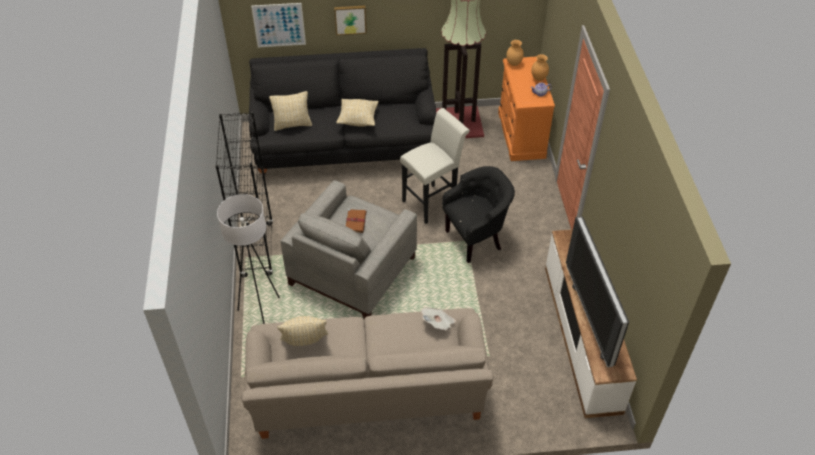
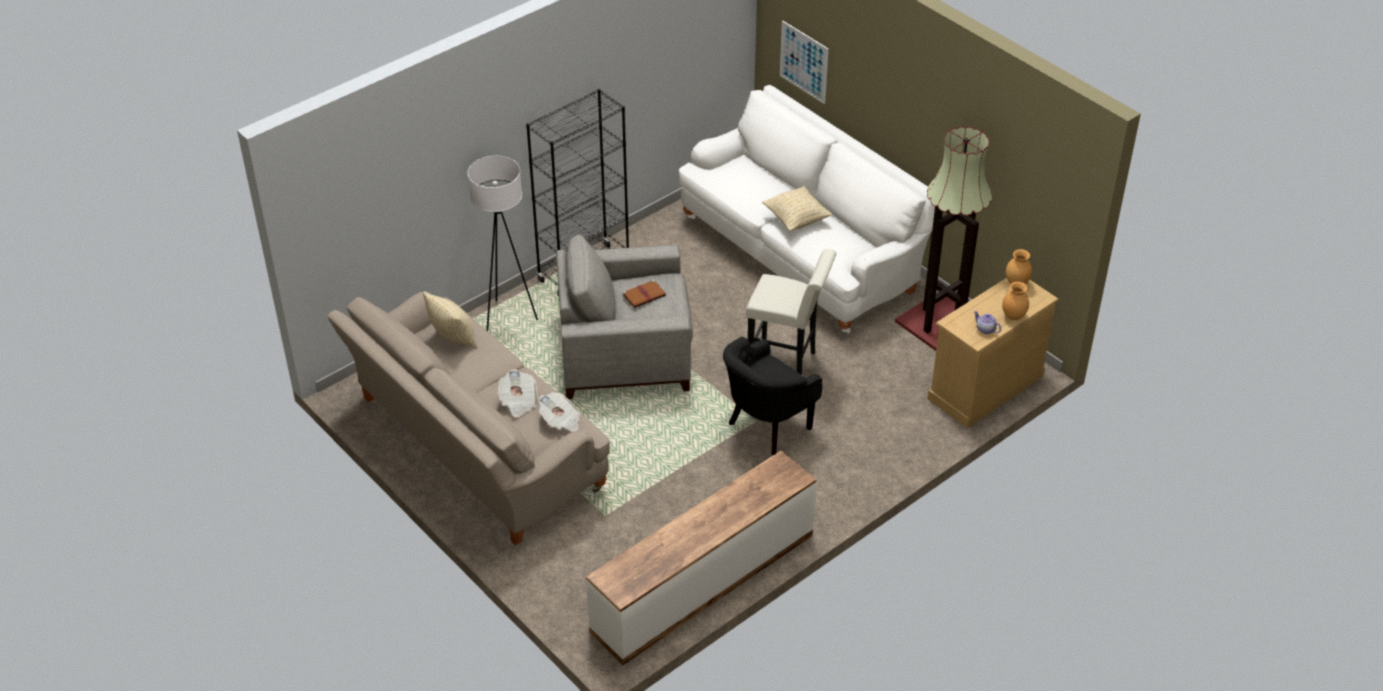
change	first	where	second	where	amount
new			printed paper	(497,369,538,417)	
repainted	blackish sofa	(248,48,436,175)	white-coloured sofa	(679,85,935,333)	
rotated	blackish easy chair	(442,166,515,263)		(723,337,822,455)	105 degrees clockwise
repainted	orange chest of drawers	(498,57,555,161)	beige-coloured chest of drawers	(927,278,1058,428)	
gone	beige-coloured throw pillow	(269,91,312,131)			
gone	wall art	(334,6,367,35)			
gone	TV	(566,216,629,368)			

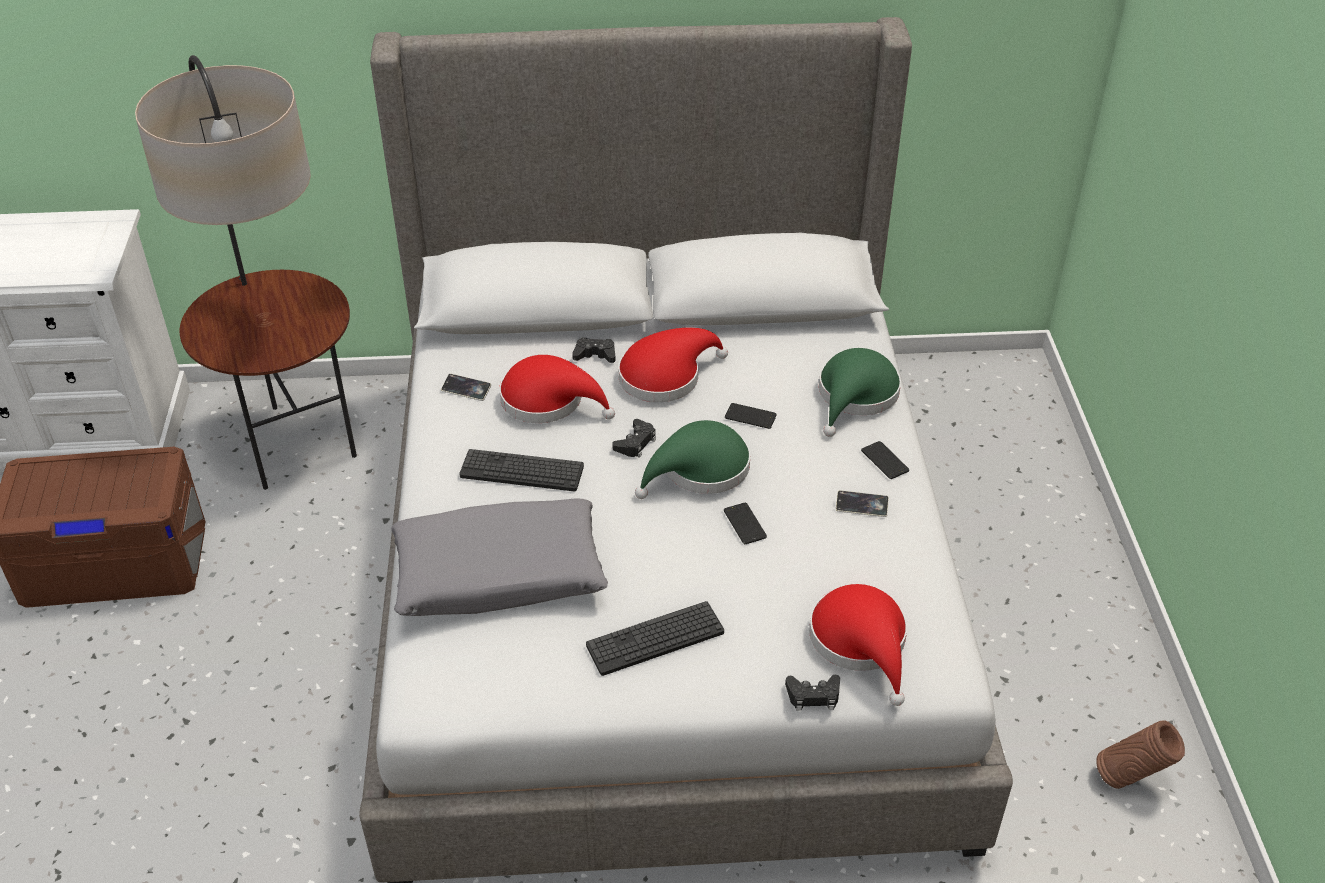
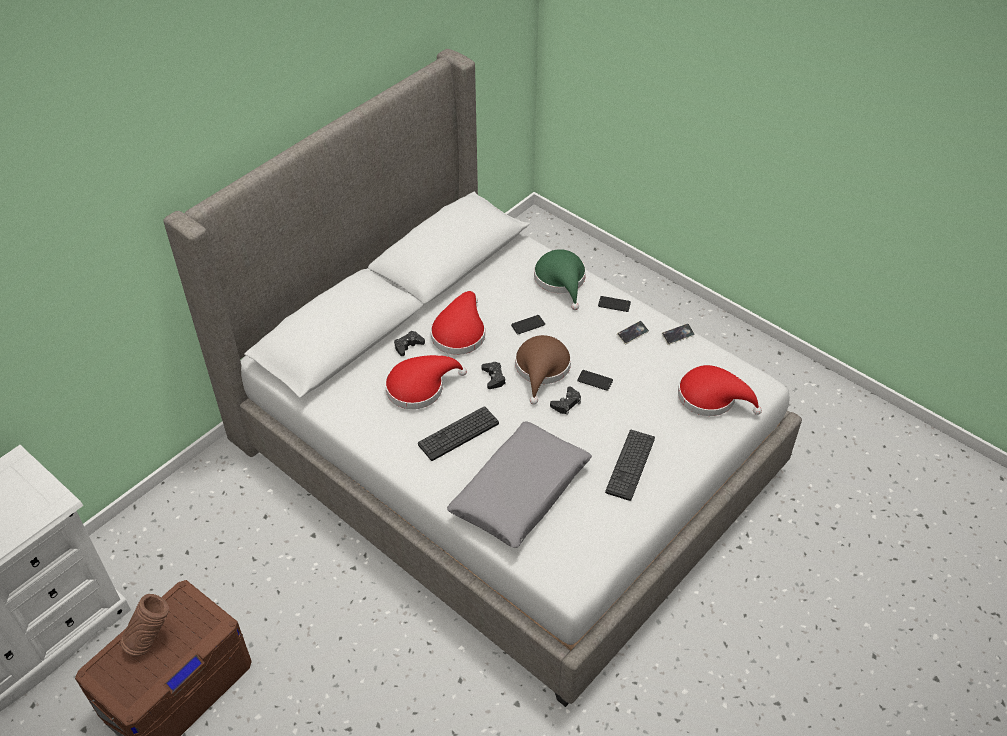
change	first	where	second	where	amount
shifted	brown decorative vase	(1096,720,1185,789)		(120,594,169,657)	
repainted	green-coloured clothing hat	(635,420,751,499)	brown clothing hat	(515,335,571,405)	
shifted	blackish gamepad	(785,675,840,711)		(550,387,581,415)	
shifted	phone	(441,374,491,401)		(662,323,695,345)	
gone	standing lamp	(135,55,357,490)			

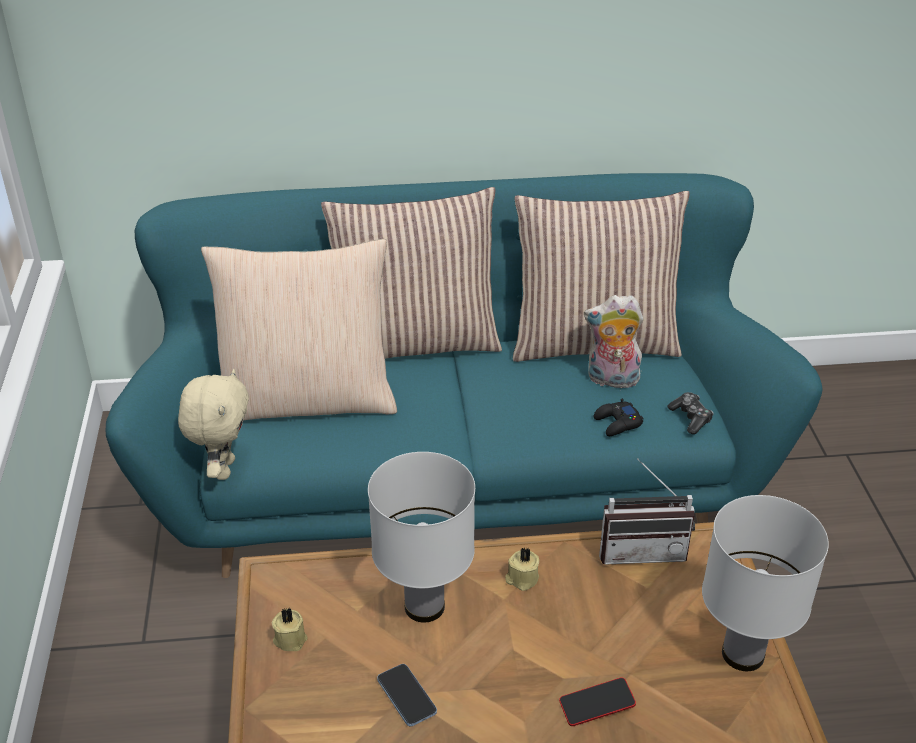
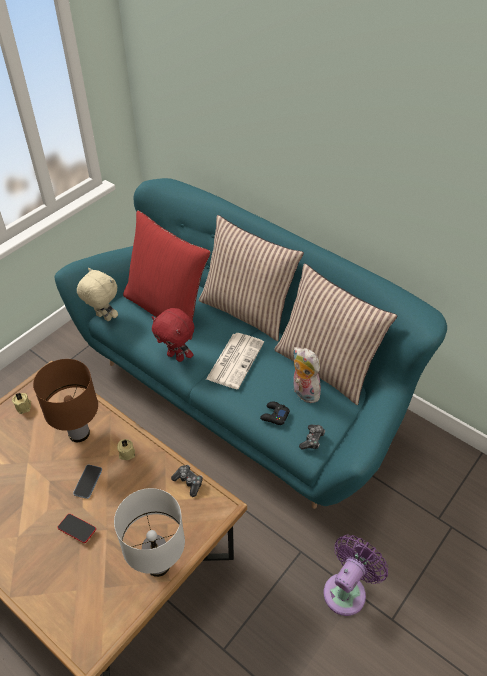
change	first	where	second	where	amount
repainted	white-coloured table lamp	(368,452,475,623)	brown table lamp	(33,359,98,442)	
shifted	phone	(377,664,437,727)		(73,465,102,499)	
rotated	beige-coloured soft toy	(178,369,249,480)		(77,268,118,322)	105 degrees counterclockwise
repainted	beige-coloured throw pillow	(201,239,397,420)	red-coloured throw pillow	(123,210,211,340)	
new			red-coloured soft toy	(152,308,195,362)	
swapped	radio receiver	(599,458,695,565)	gamepad	(171,465,203,497)	
new			printed paper	(206,333,264,389)	
new			purplish electric fan	(324,535,388,616)	

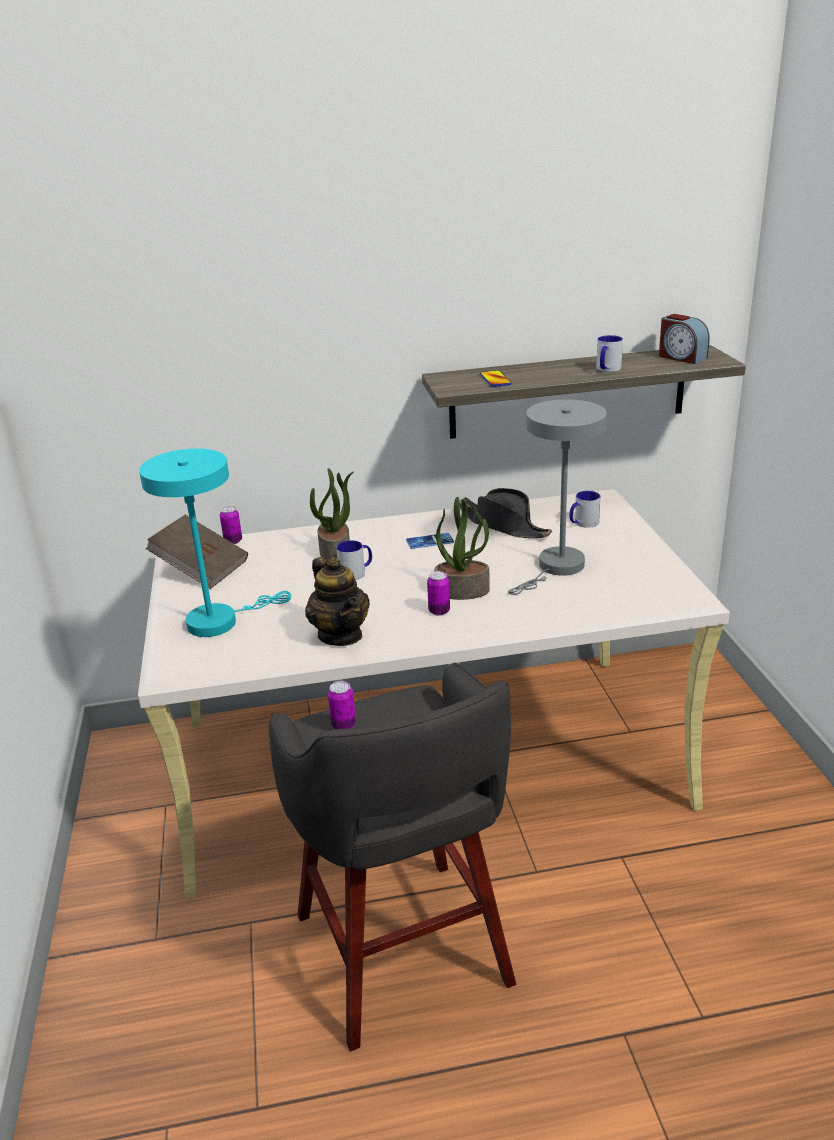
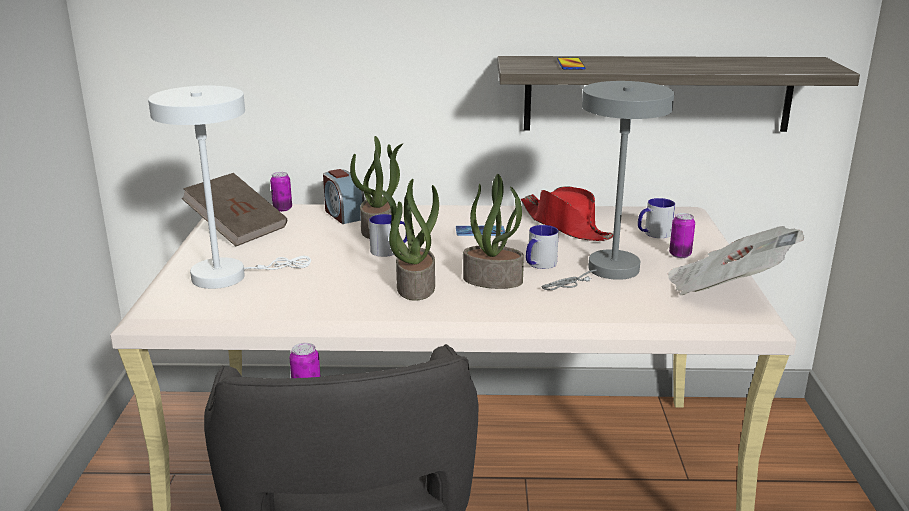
change	first	where	second	where	amount
repainted	turquoise-coloured table lamp	(139,448,292,637)	white-coloured table lamp	(148,86,311,289)	
shifted	table clock	(659,314,710,364)		(323,169,365,224)	
new			plant in a pot	(381,179,439,301)	
repainted	blackish clothing hat	(459,488,552,538)	red-coloured clothing hat	(521,186,613,241)	
shifted	mug	(596,335,623,372)		(526,225,559,269)	
new			printed paper	(668,226,804,295)	
shifted	sealed can	(427,571,450,616)		(669,213,695,258)	
gone	tea pot	(305,557,370,646)			

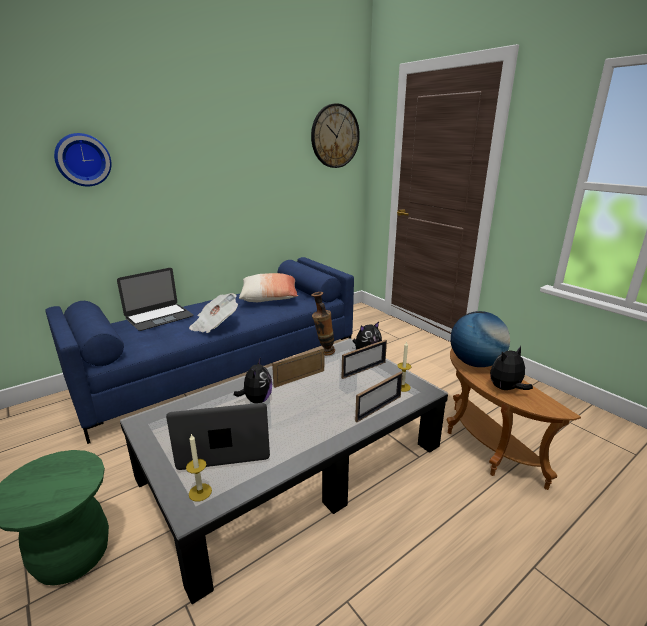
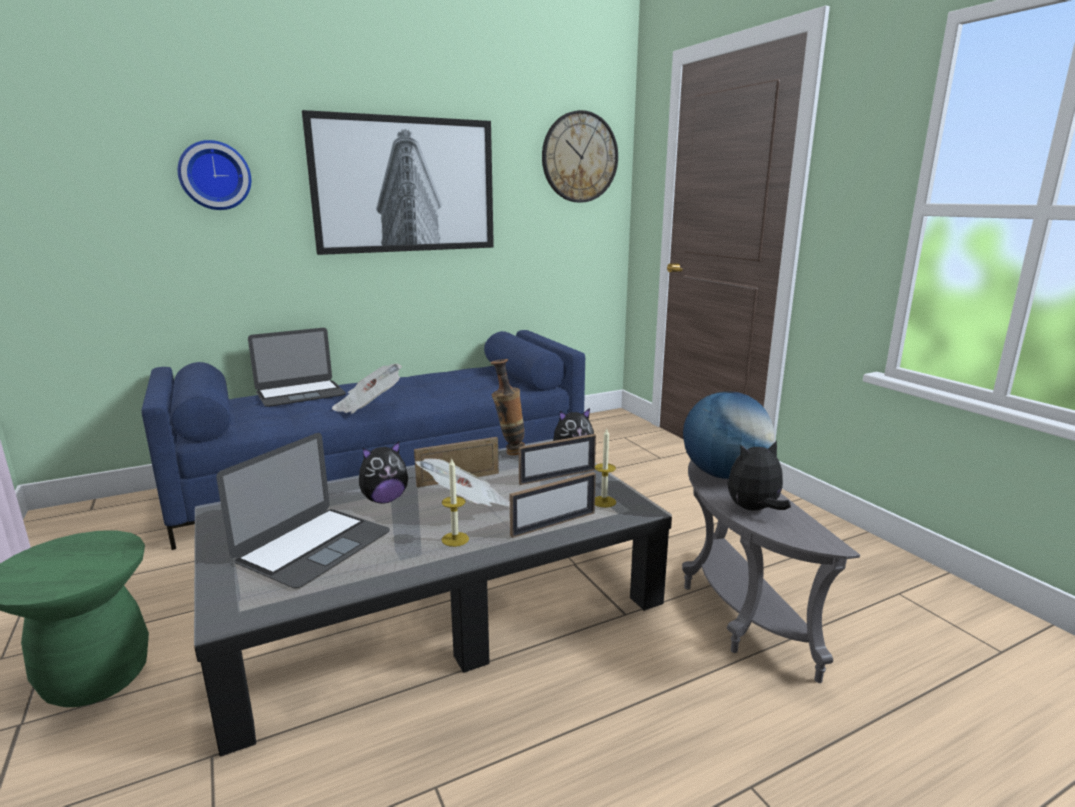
change	first	where	second	where	amount
rotated	notebook computer	(166,403,270,470)		(216,433,390,589)	120 degrees clockwise
new			wall art	(302,110,494,255)	
rotated	soft toy	(234,357,272,403)		(359,441,408,503)	45 degrees clockwise
new			printed paper	(415,458,510,507)	
shifted	wax candle	(186,433,212,502)		(442,458,469,547)	
repainted	brown side table	(446,348,581,490)	gray side table	(682,460,860,683)	
gone	throw pillow	(239,273,298,302)			

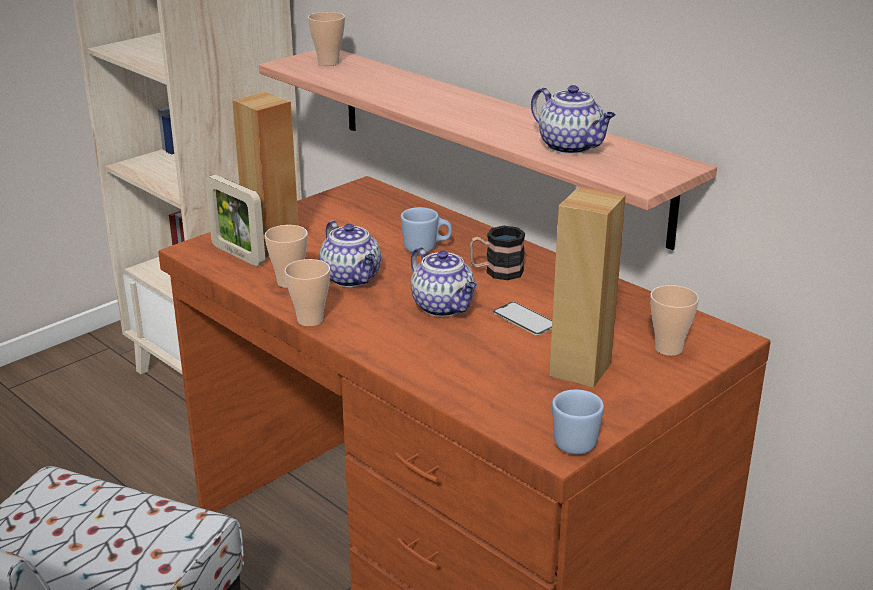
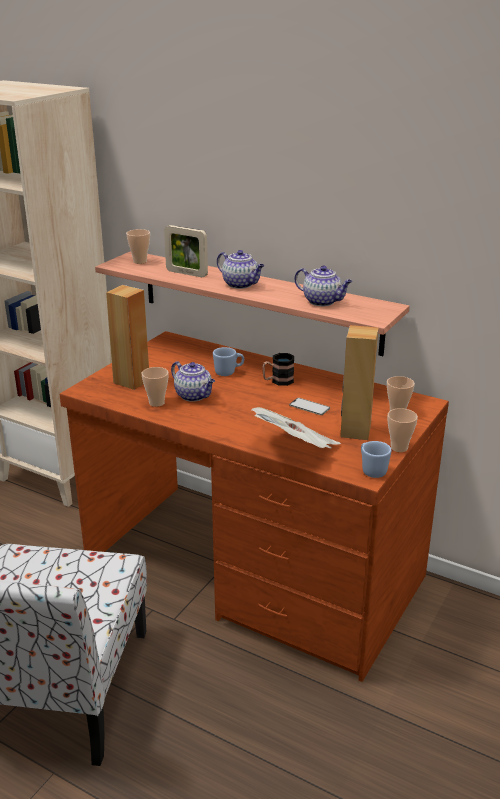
change	first	where	second	where	amount
shifted	picture frame	(205,174,265,266)		(164,225,208,277)	
shifted	tea pot	(411,247,477,317)		(217,250,265,289)	
new			printed paper	(251,407,341,449)	
shifted	cup	(284,259,330,326)		(388,408,418,452)	

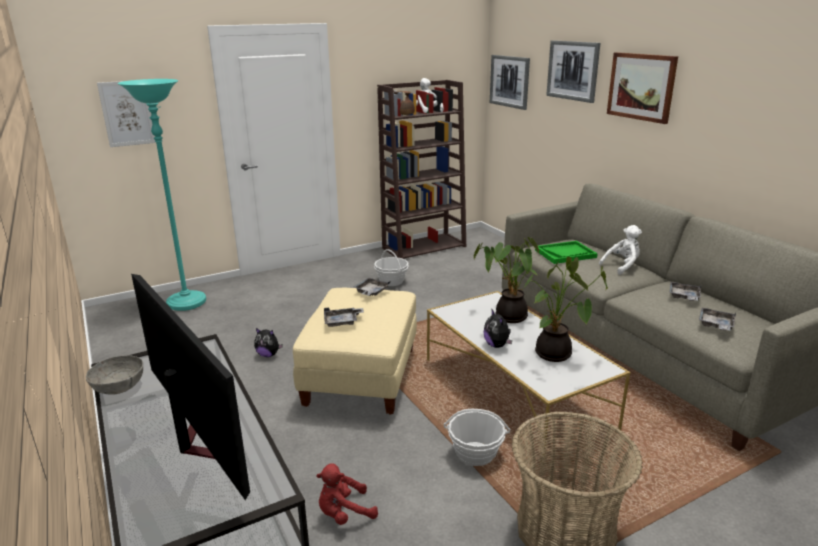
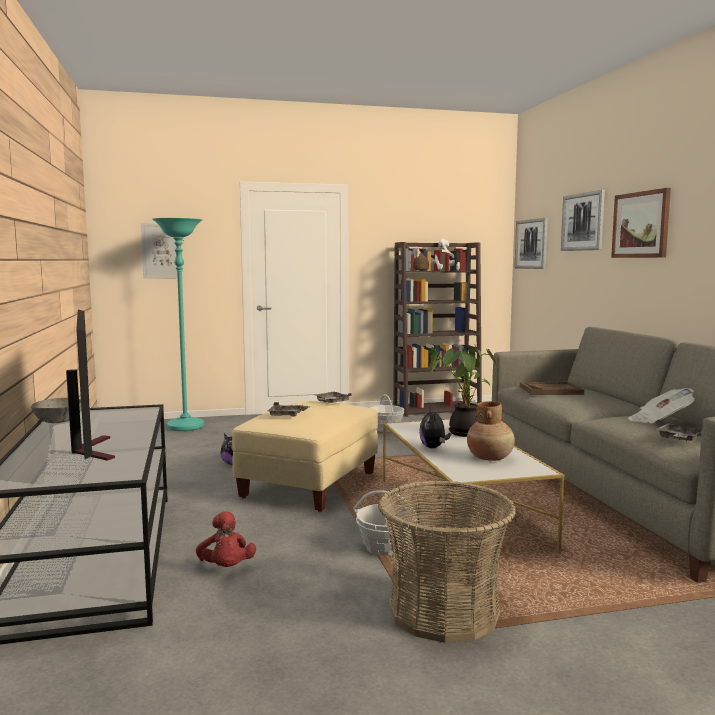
change	first	where	second	where	amount
rotated	red-coloured soft toy	(316,464,378,525)		(196,512,256,567)	105 degrees counterclockwise
swapped	plant in a pot	(523,257,608,362)	brown decorative vase	(467,401,515,461)	
repainted	green-coloured carrying tray	(535,241,598,264)	brown carrying tray	(520,382,584,395)	
swapped	gray carrying tray	(669,282,701,301)	printed paper	(628,388,695,423)	
gone	white-coloured soft toy	(599,225,642,275)			

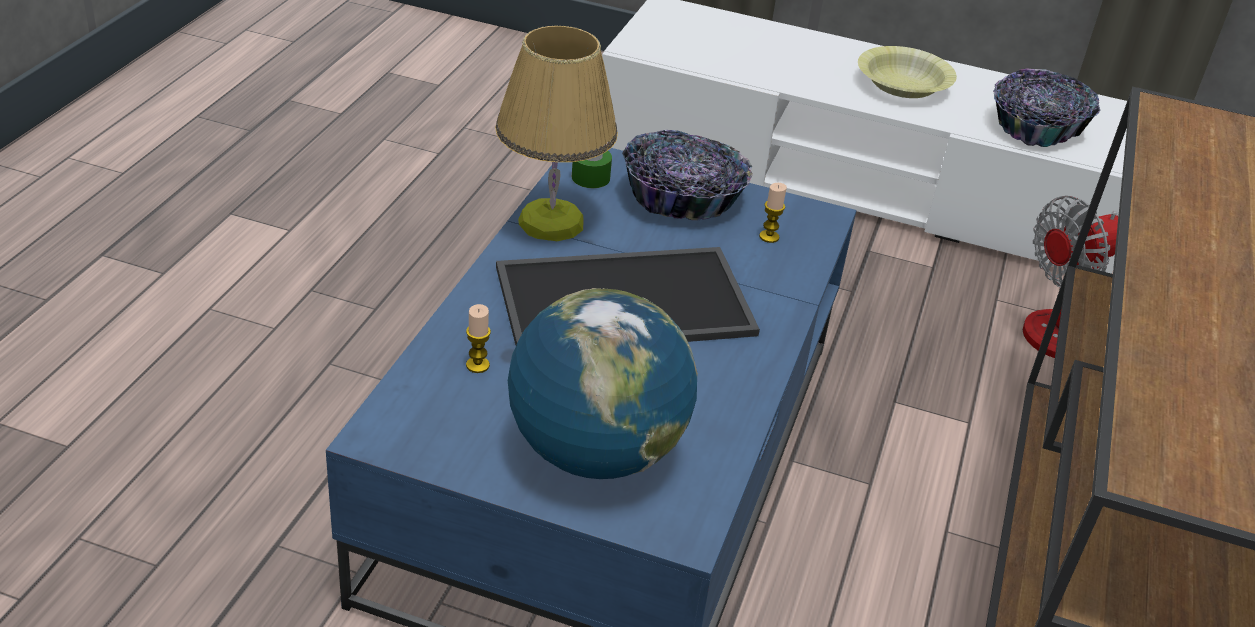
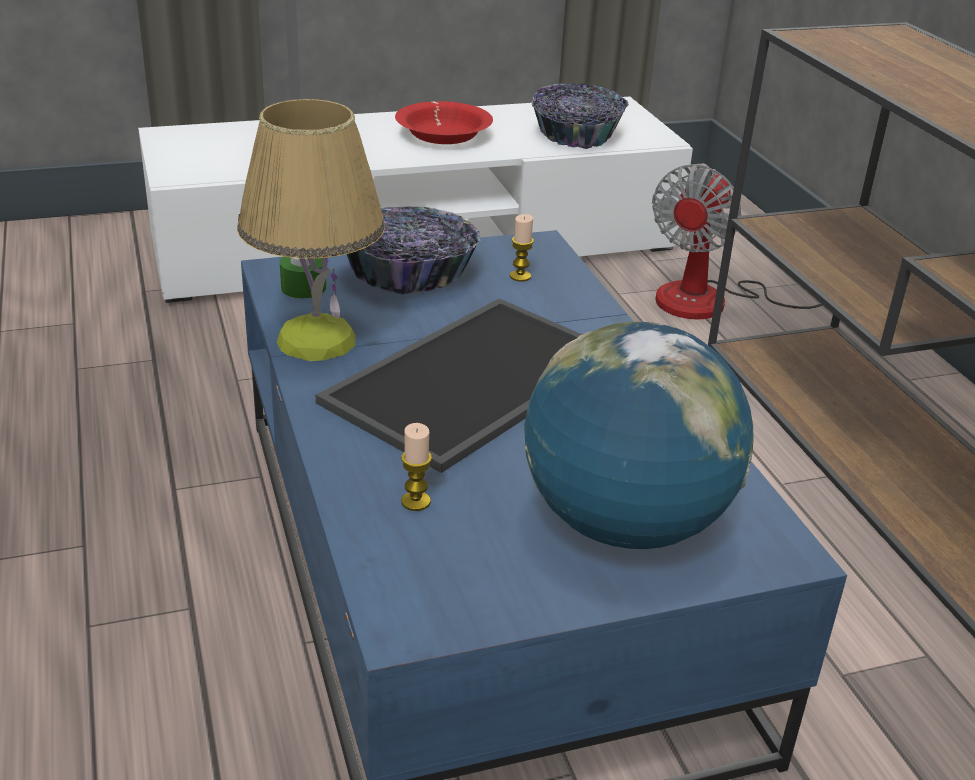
change	first	where	second	where	amount
repainted	yellow deep dish	(858,46,957,98)	red-coloured deep dish	(395,101,493,144)	

